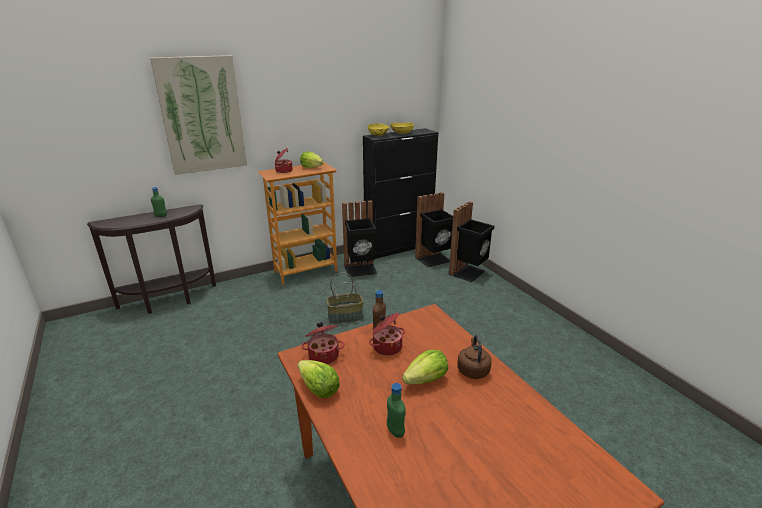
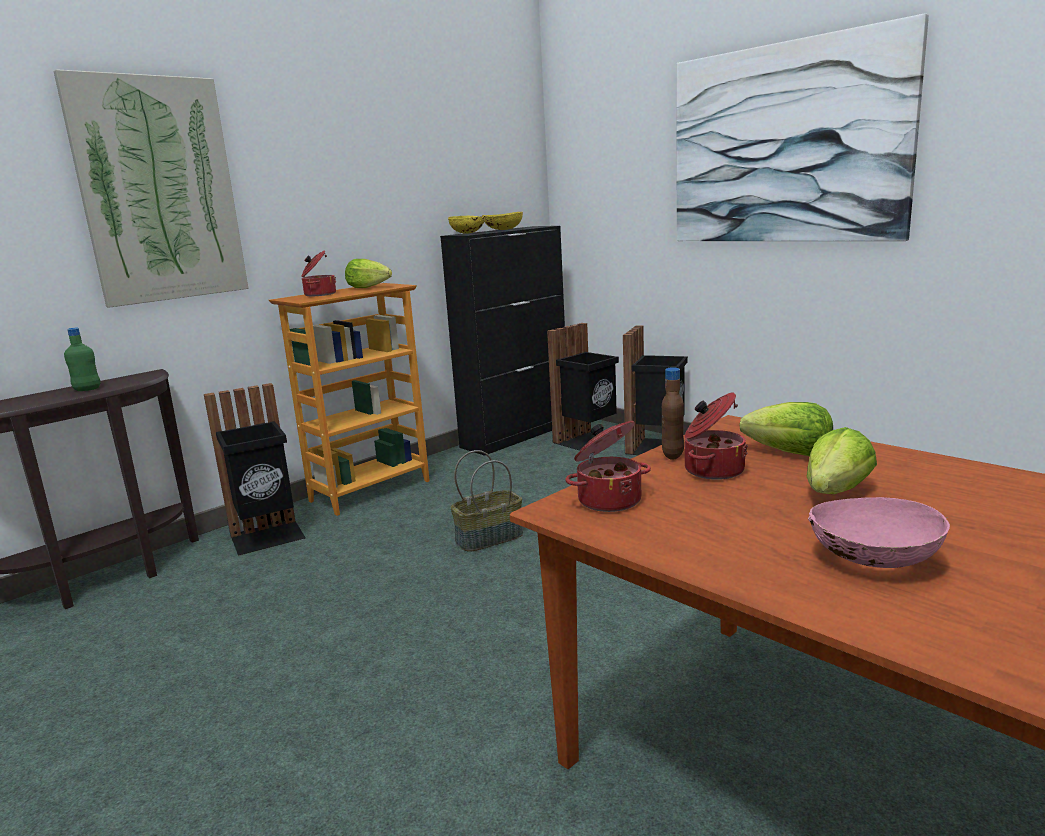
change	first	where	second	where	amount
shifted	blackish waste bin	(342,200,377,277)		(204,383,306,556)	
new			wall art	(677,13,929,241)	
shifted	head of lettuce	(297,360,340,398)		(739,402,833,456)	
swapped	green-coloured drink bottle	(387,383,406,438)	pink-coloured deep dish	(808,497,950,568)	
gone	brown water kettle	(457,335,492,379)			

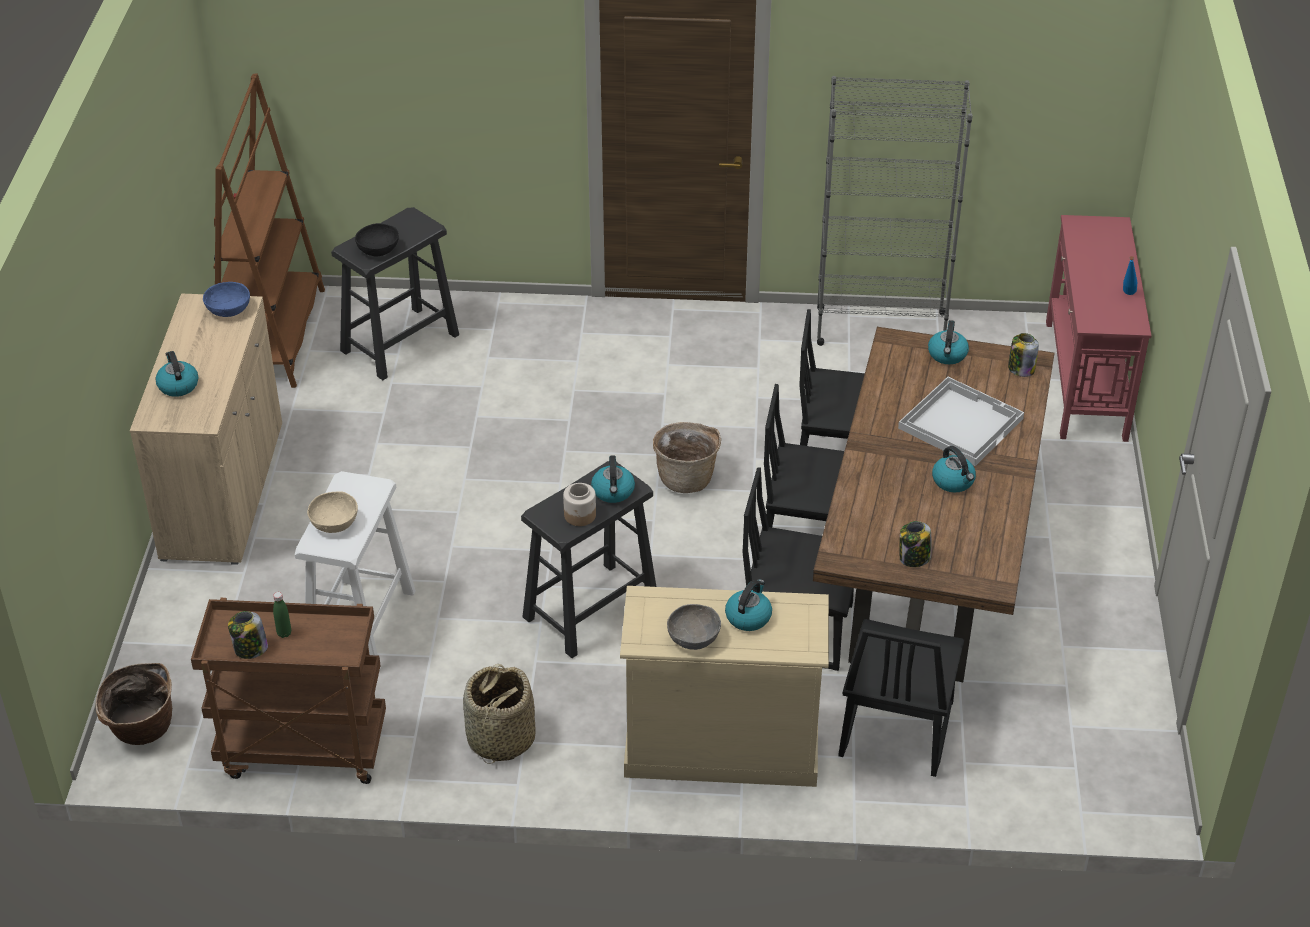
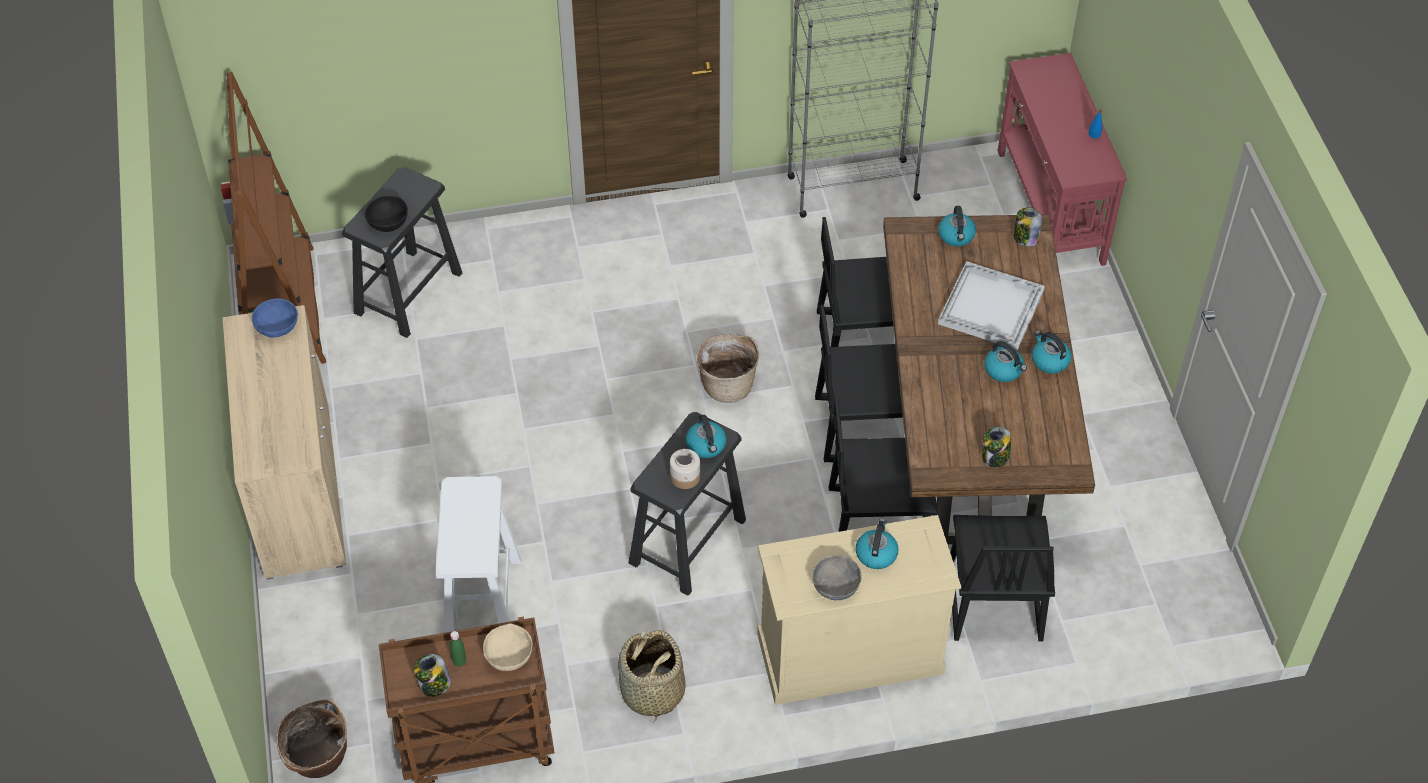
change	first	where	second	where	amount
shifted	beige-coloured deep dish	(307,491,358,533)		(483,624,532,671)	
shifted	water kettle	(156,351,198,397)		(1032,331,1072,373)	

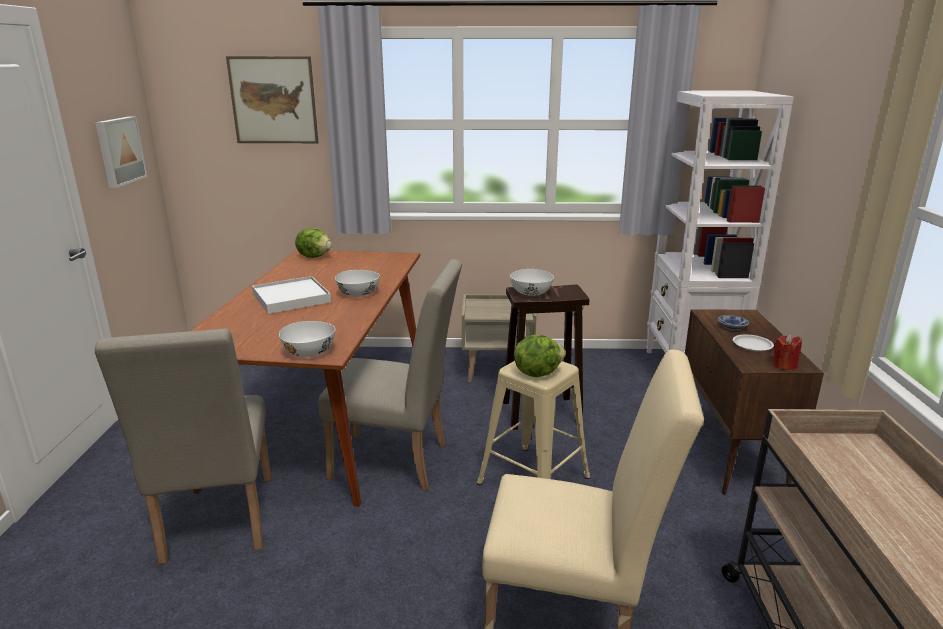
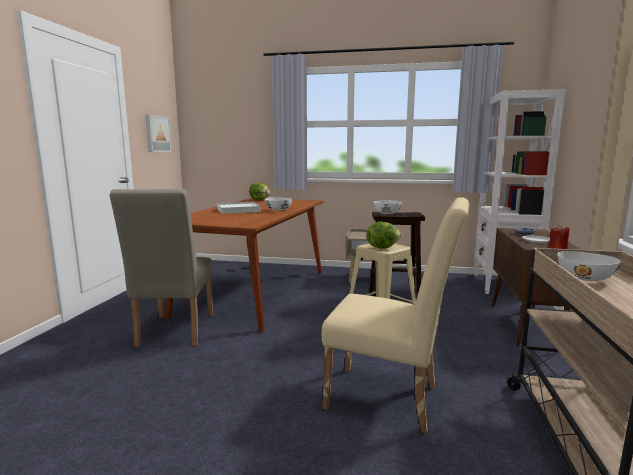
change	first	where	second	where	amount
shifted	white-coloured deep dish	(279,321,335,357)		(558,251,621,281)	
gone	wall art	(226,56,319,143)			
gone	beige-coloured chair	(318,259,462,491)			

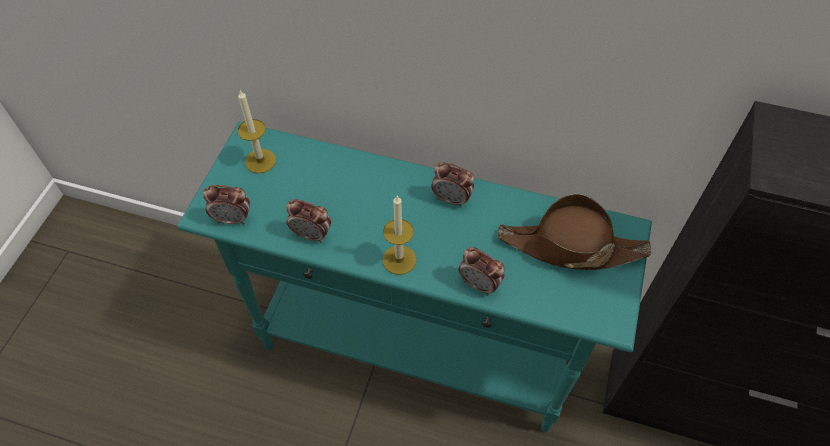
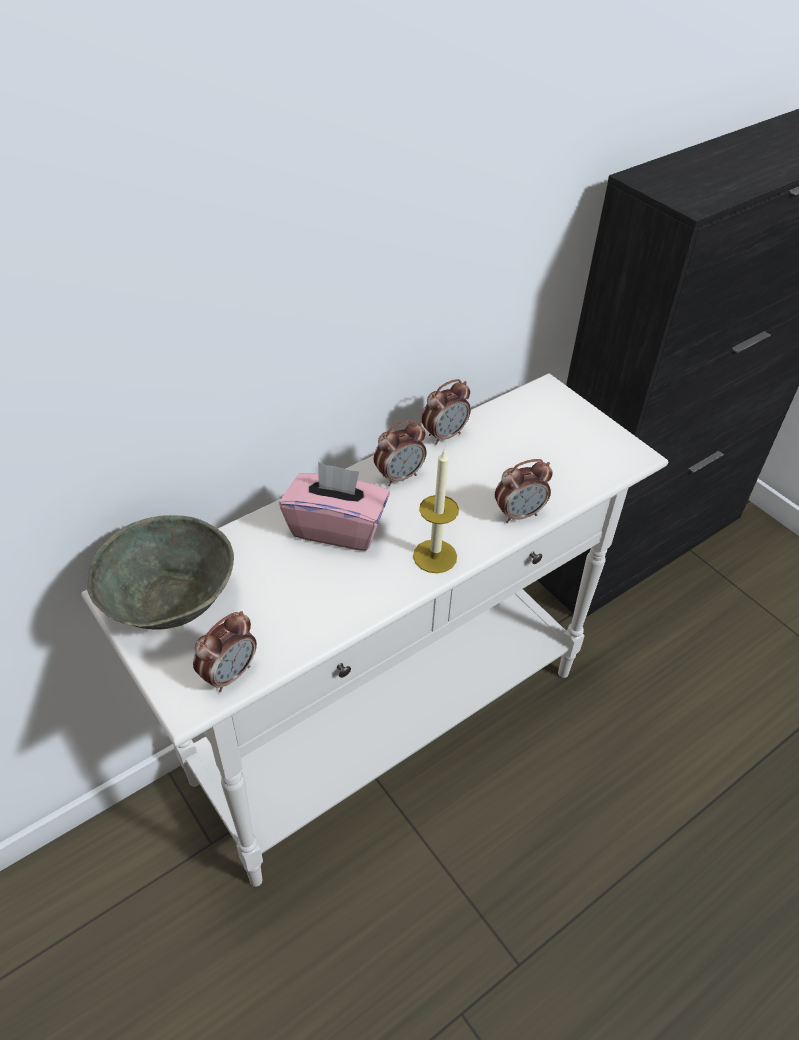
change	first	where	second	where	amount
repainted	turquoise-coloured console table	(177,121,652,432)	white-coloured console table	(81,373,668,887)	
swapped	wax candle	(238,90,276,173)	gray deep dish	(87,515,234,630)	
new			pink-coloured box of tissues	(279,462,390,551)	
shifted	table clock	(286,199,331,243)		(422,379,471,445)	
gone	brown clothing hat	(498,194,652,270)			

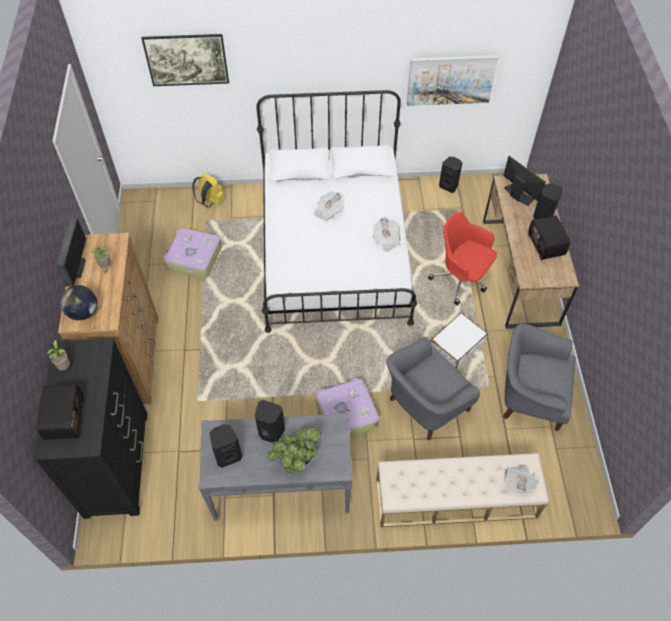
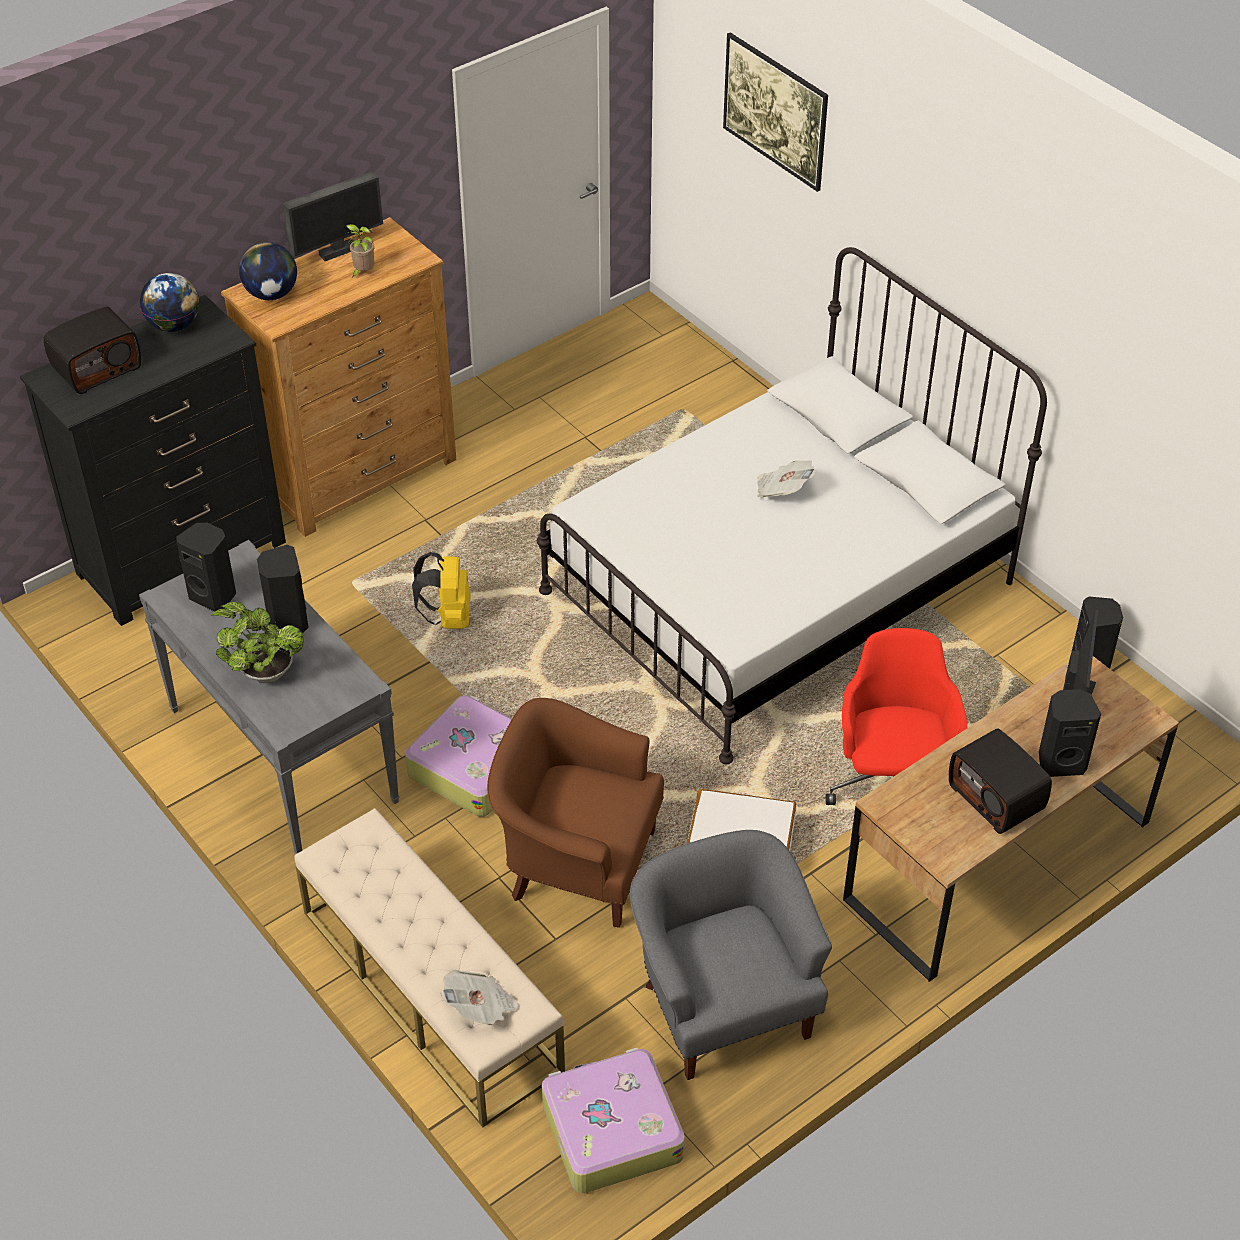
change	first	where	second	where	amount
swapped	plant in a pot	(47,340,70,370)	world globe	(140,273,199,332)	
shifted	yellow backpack	(193,173,224,207)		(412,552,471,629)	
repainted	gray easy chair	(386,337,480,440)	brown easy chair	(487,698,664,928)	
shifted	piece of luggage	(164,228,222,279)		(542,1047,685,1193)	
rotated	radio receiver	(528,215,570,260)		(949,728,1052,834)	75 degrees counterclockwise
gone	printed paper	(373,217,401,252)			
gone	wall art	(407,55,498,106)			

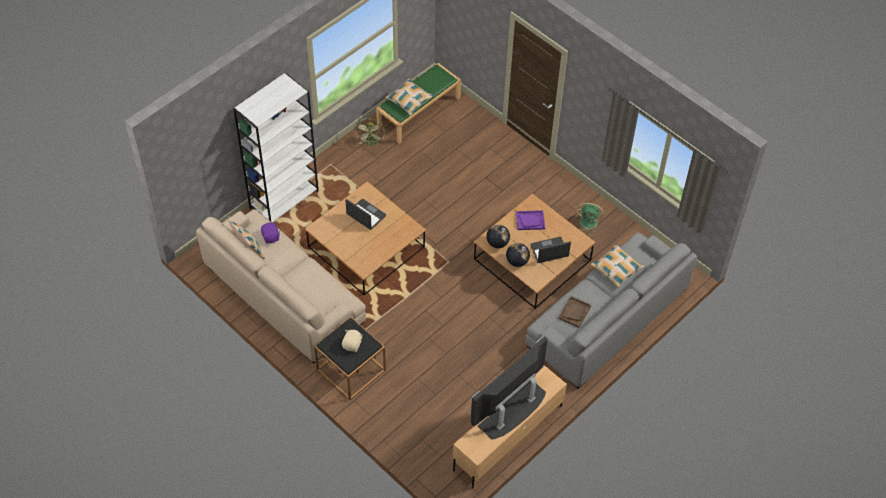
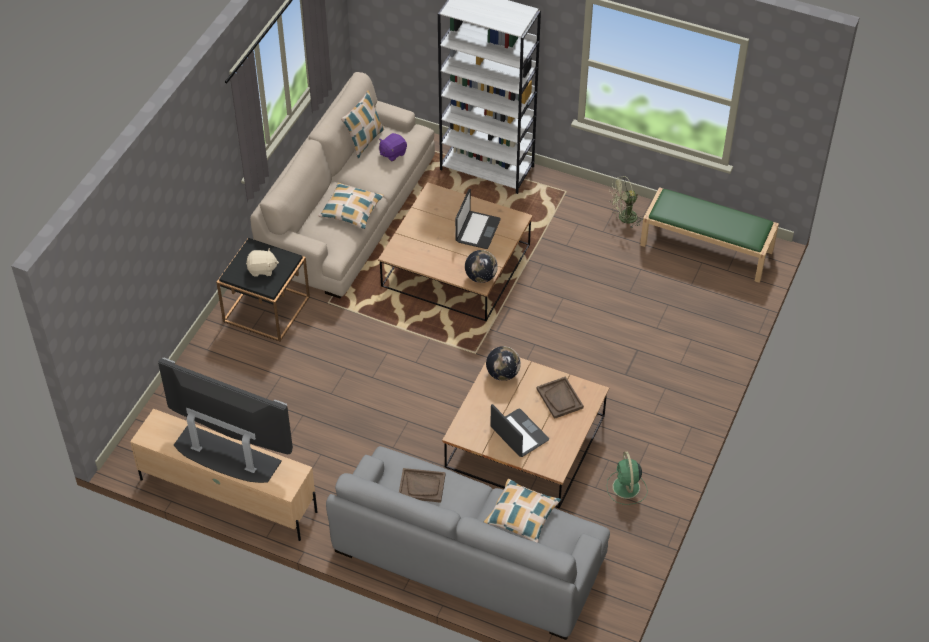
change	first	where	second	where	amount
shifted	throw pillow	(385,79,434,115)		(318,182,384,229)	
shifted	world globe	(506,243,530,267)		(465,250,498,283)	
repainted	purplish carrying tray	(516,210,545,230)	brown carrying tray	(537,376,584,419)	

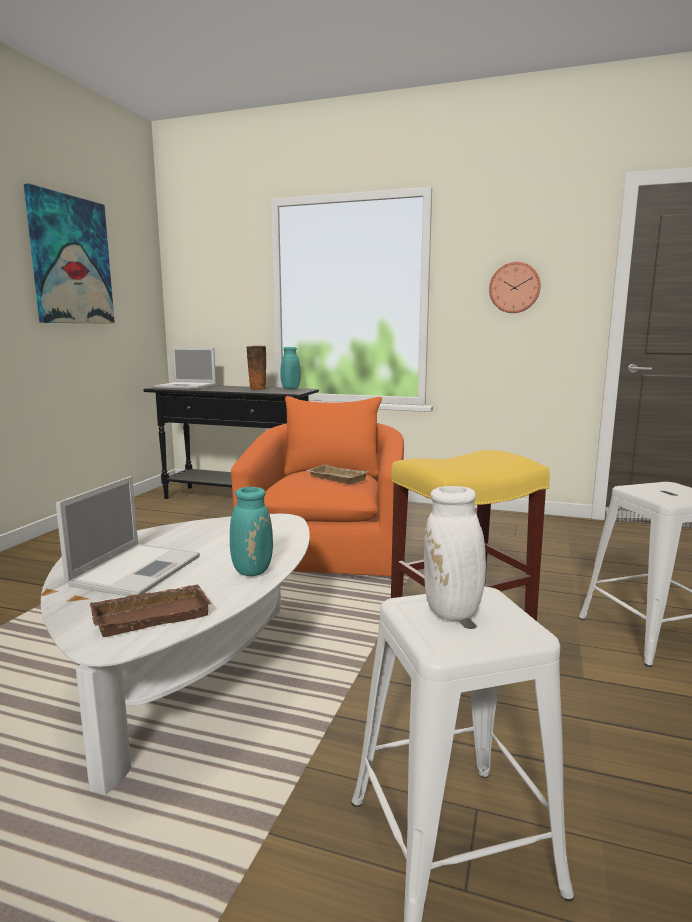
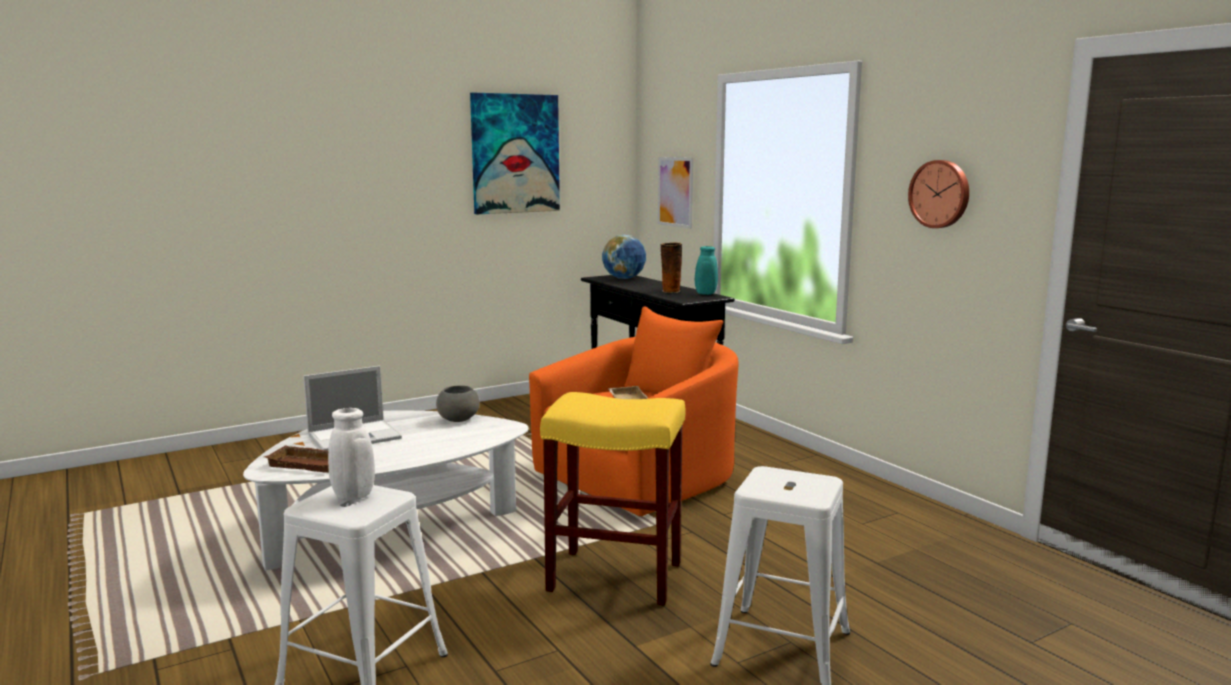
change	first	where	second	where	amount
new			gray deep dish	(436,386,480,422)	
swapped	notebook computer	(155,347,216,389)	world globe	(602,235,646,279)	
new			wall art	(658,157,693,229)	
gone	turquoise-coloured decorative vase	(230,487,273,576)			

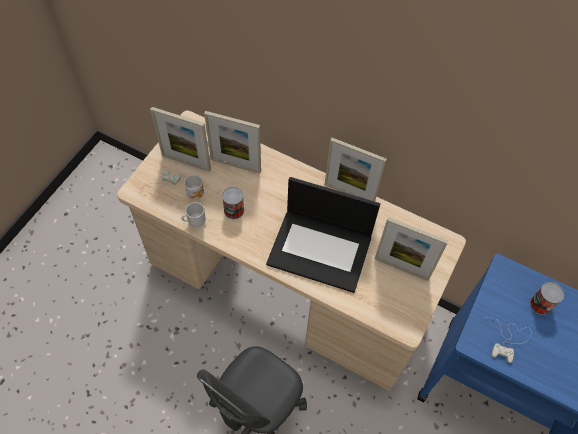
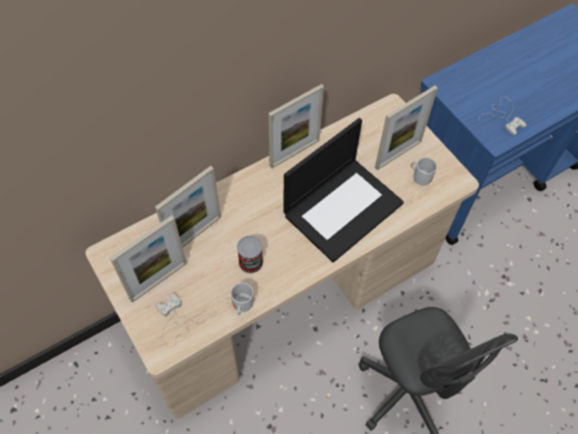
change	first	where	second	where	amount
shifted	mug	(184,175,204,200)		(411,157,437,186)	
gone	sealed can	(530,282,564,315)			

